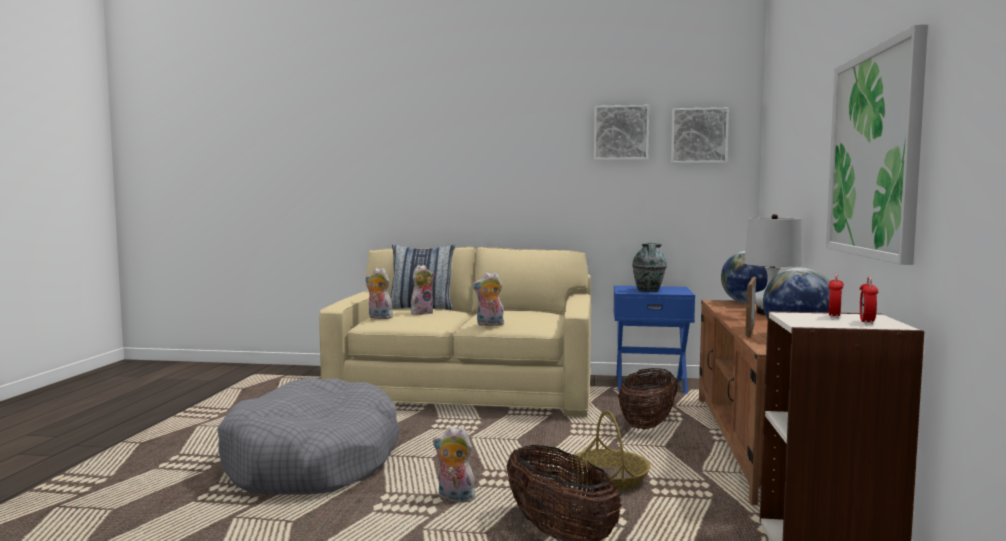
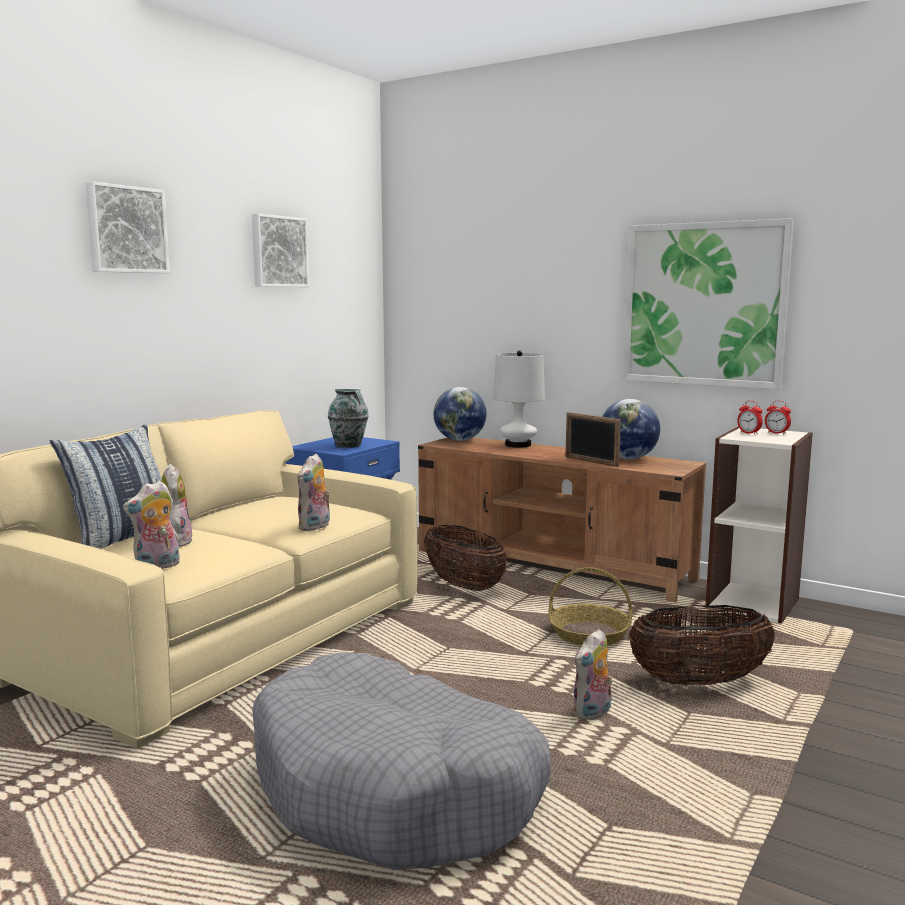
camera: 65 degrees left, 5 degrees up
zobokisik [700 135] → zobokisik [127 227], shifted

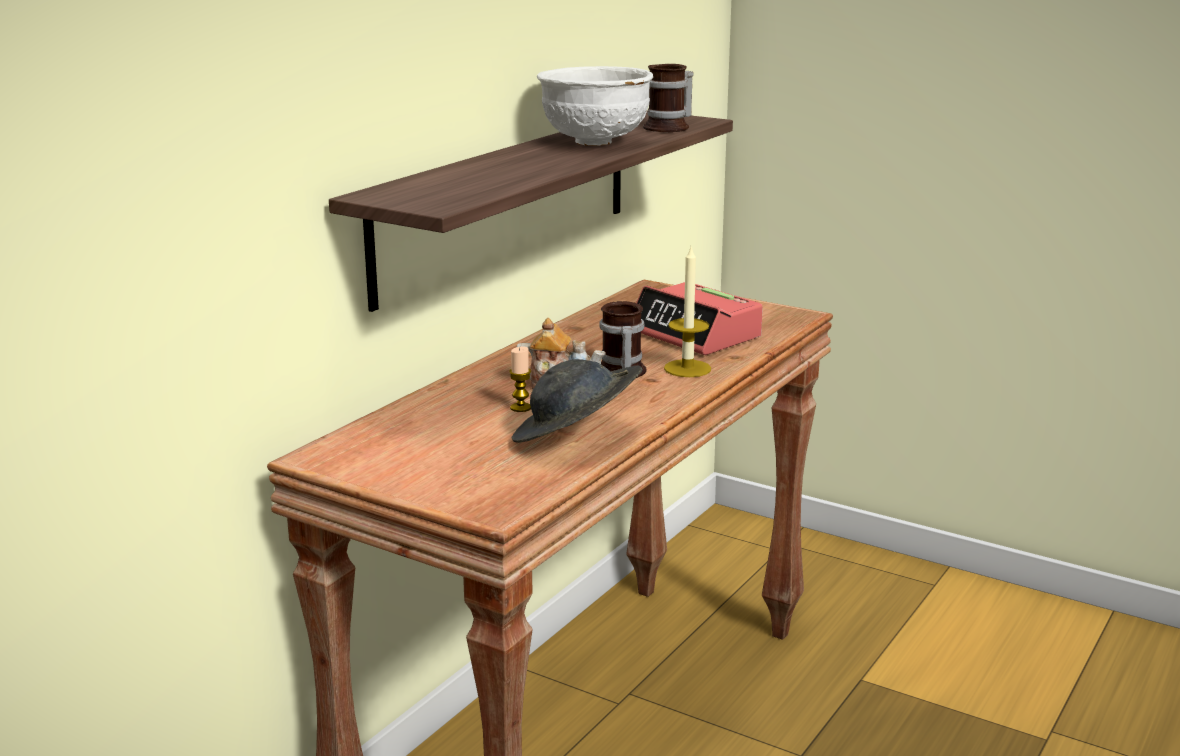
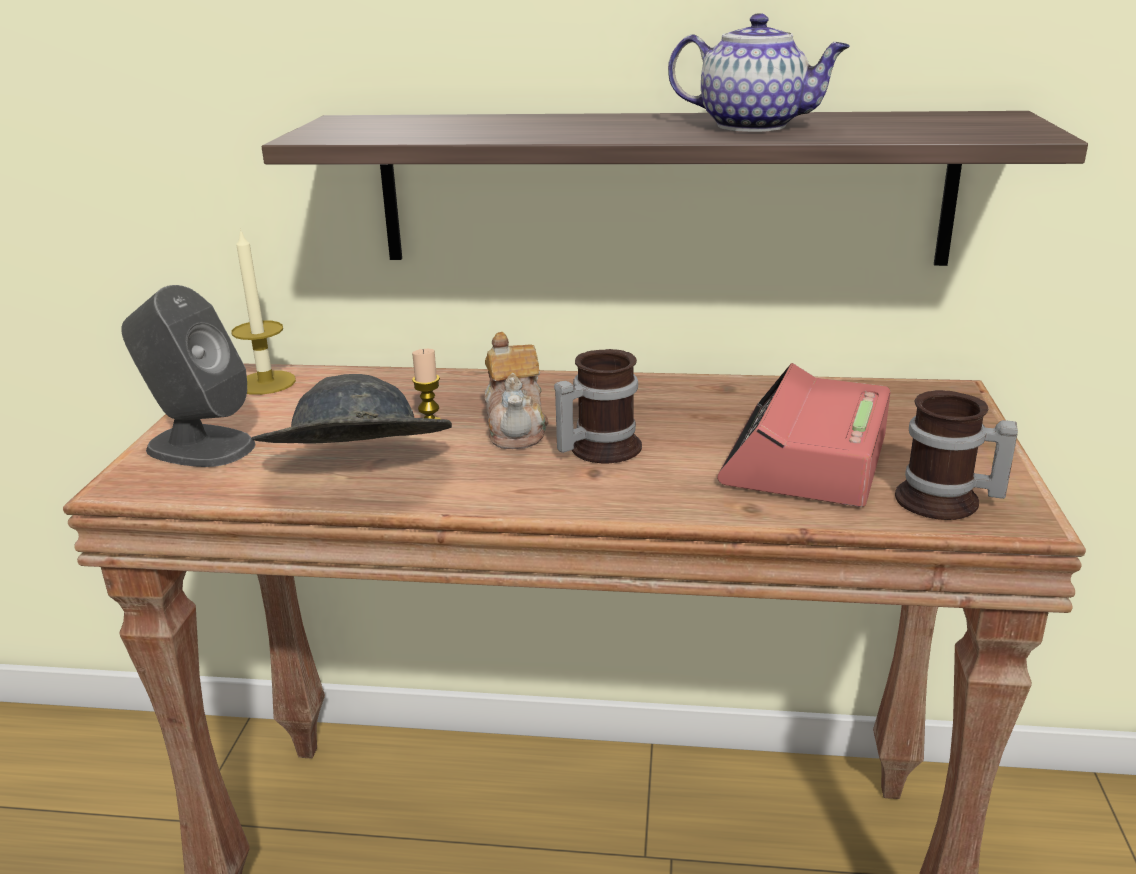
camera: 65 degrees right, 5 degrees up
- → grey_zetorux [188 376]
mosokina [668 98] → mosokina [956 455], shifted
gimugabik [687 312] → gimugabik [263 311], shifted
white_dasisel [595 106] → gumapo [759 72]

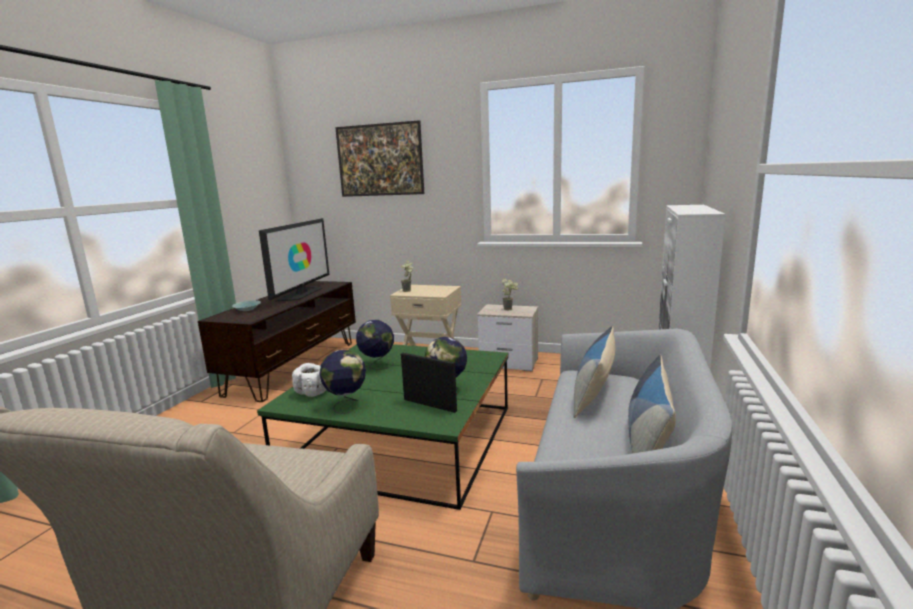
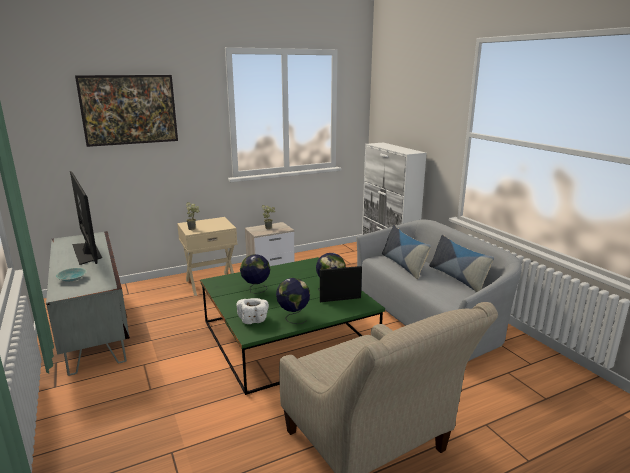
camera: 45 degrees left, 5 degrees up
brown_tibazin [277 341] → grey_tibazin [88 303]

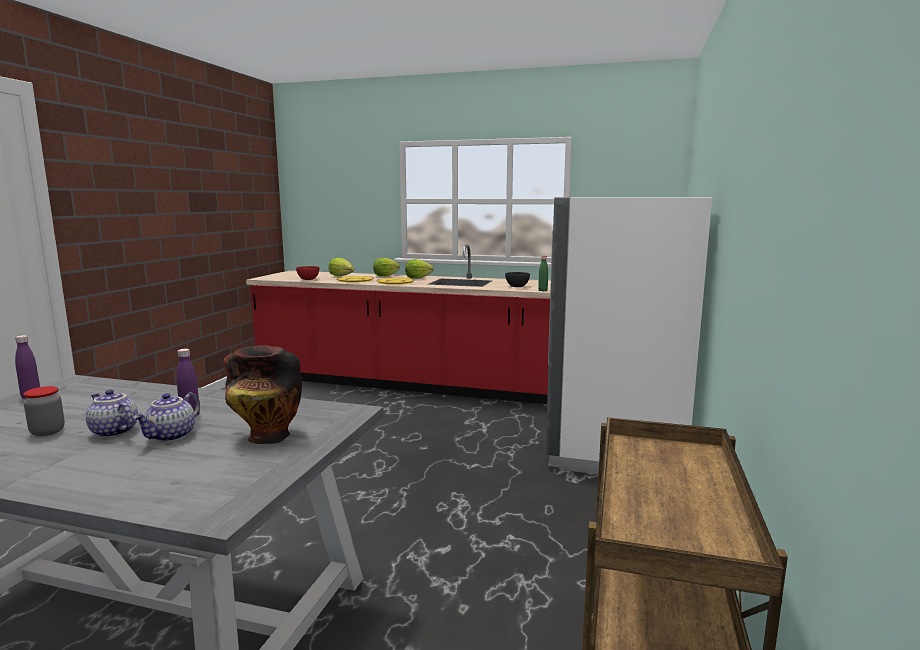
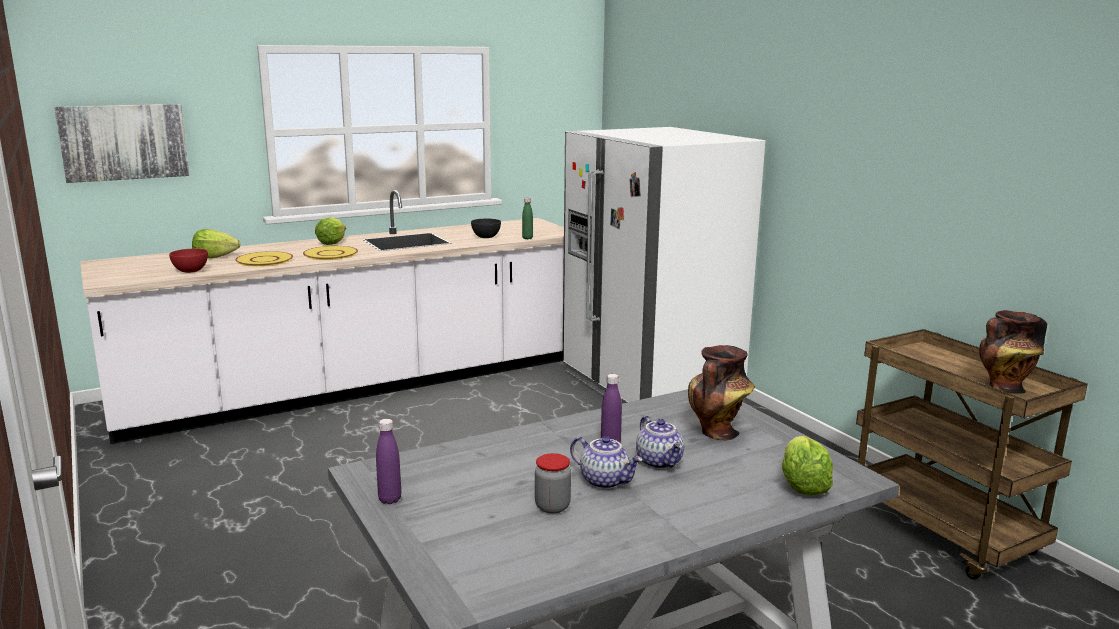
camera: 45 degrees left, 5 degrees up
- → zobokisik [122 143]
- → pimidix [1013 352]
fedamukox [386 267] → fedamukox [807 466], shifted
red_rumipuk [398 324] → white_rumipuk [322 317]
gumapo [112 413] → gumapo [606 462], 135 degrees counterclockwise

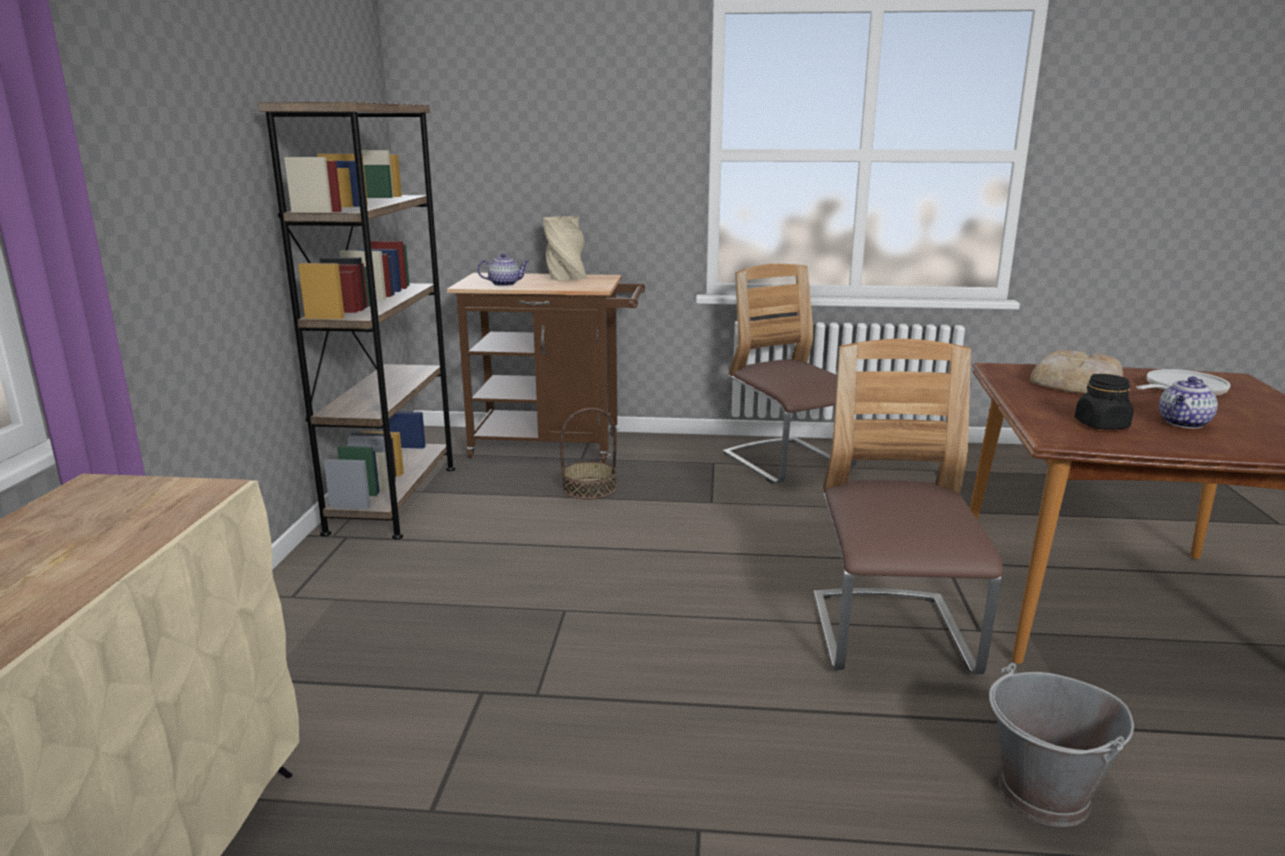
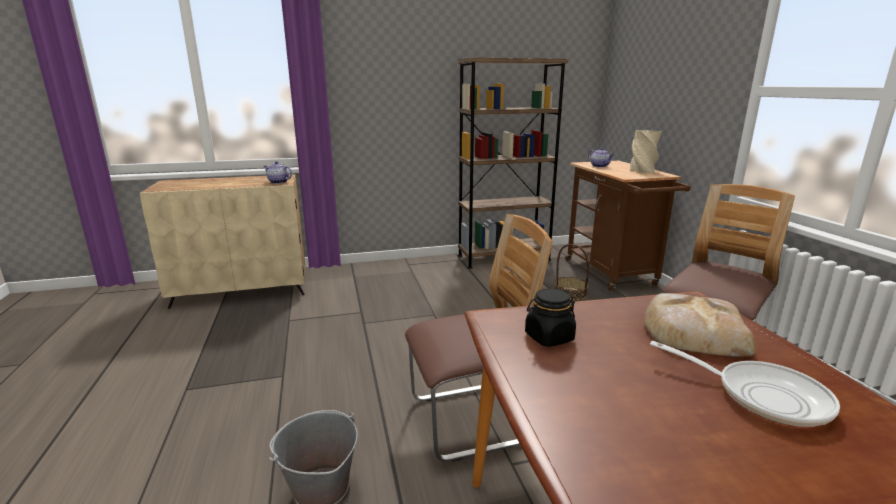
camera: 70 degrees right, 0 degrees up
gumapo [1188 402] → gumapo [277 172], shifted

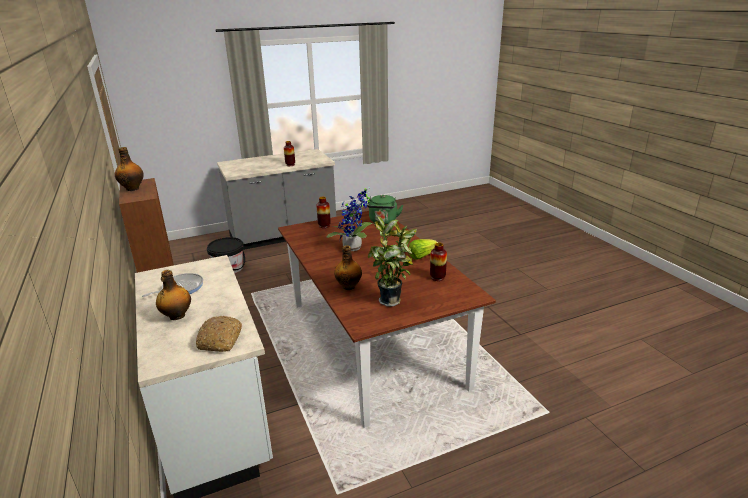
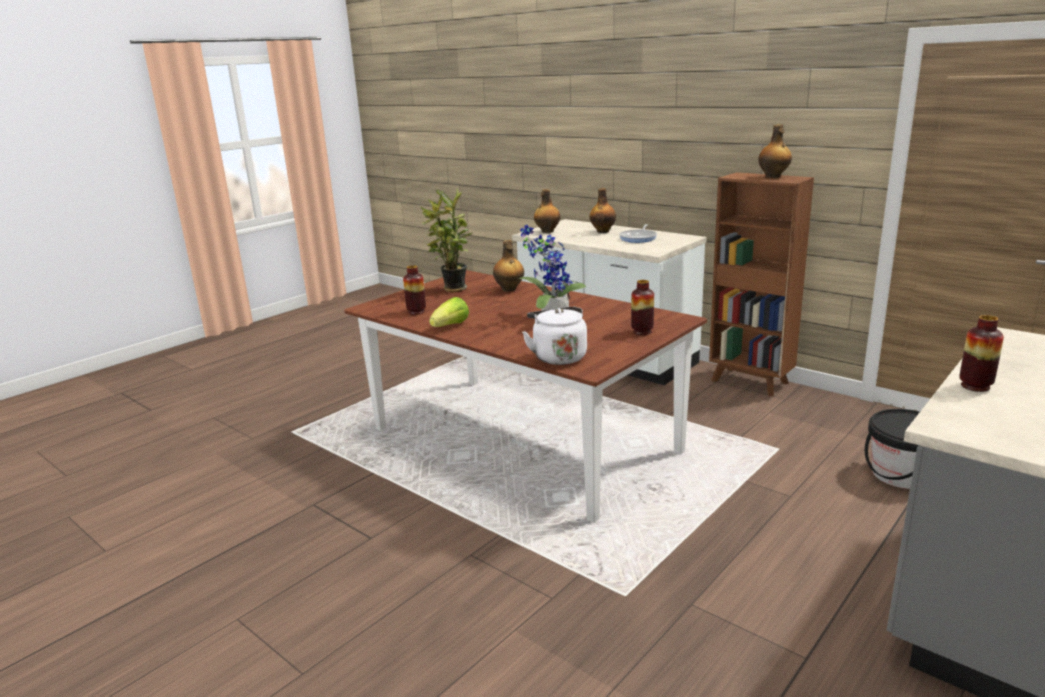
camera: 155 degrees right, 5 degrees down
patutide [219 334] → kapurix [547 211]
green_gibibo [385 209] → white_gibibo [554 336]

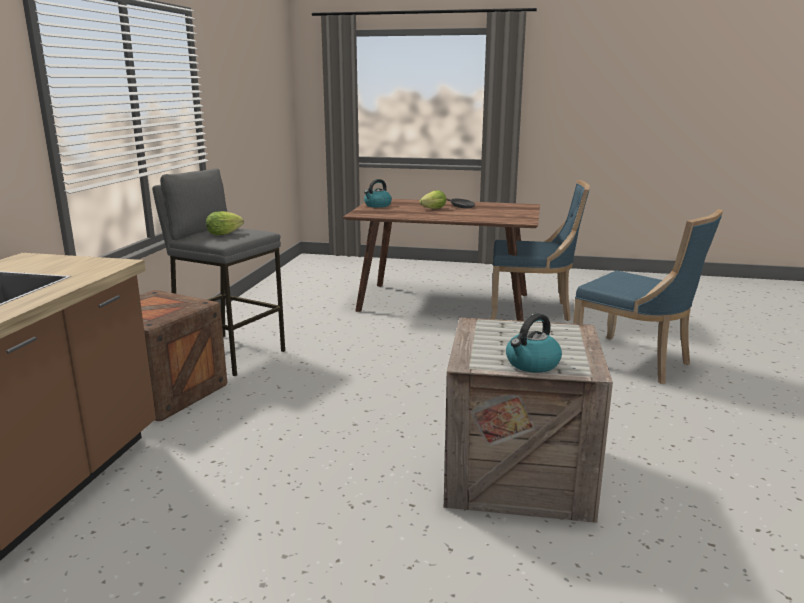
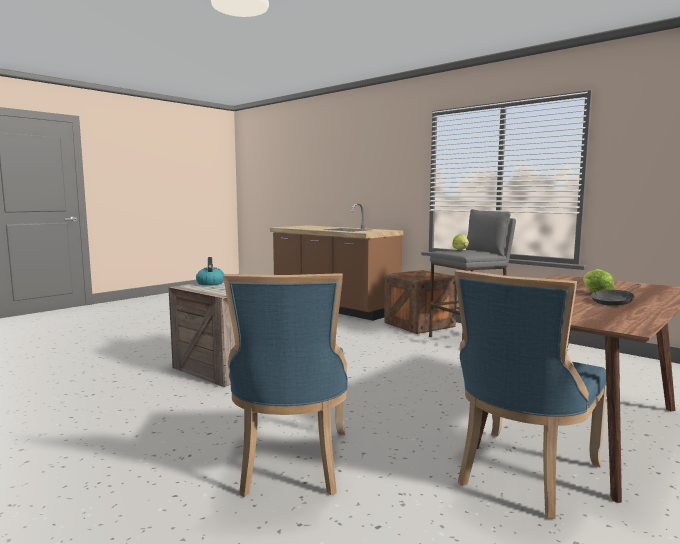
camera: 120 degrees right, 10 degrees down
gibibo [378 193] → -
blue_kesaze [648 296] → blue_kesaze [286 385], 75 degrees counterclockwise

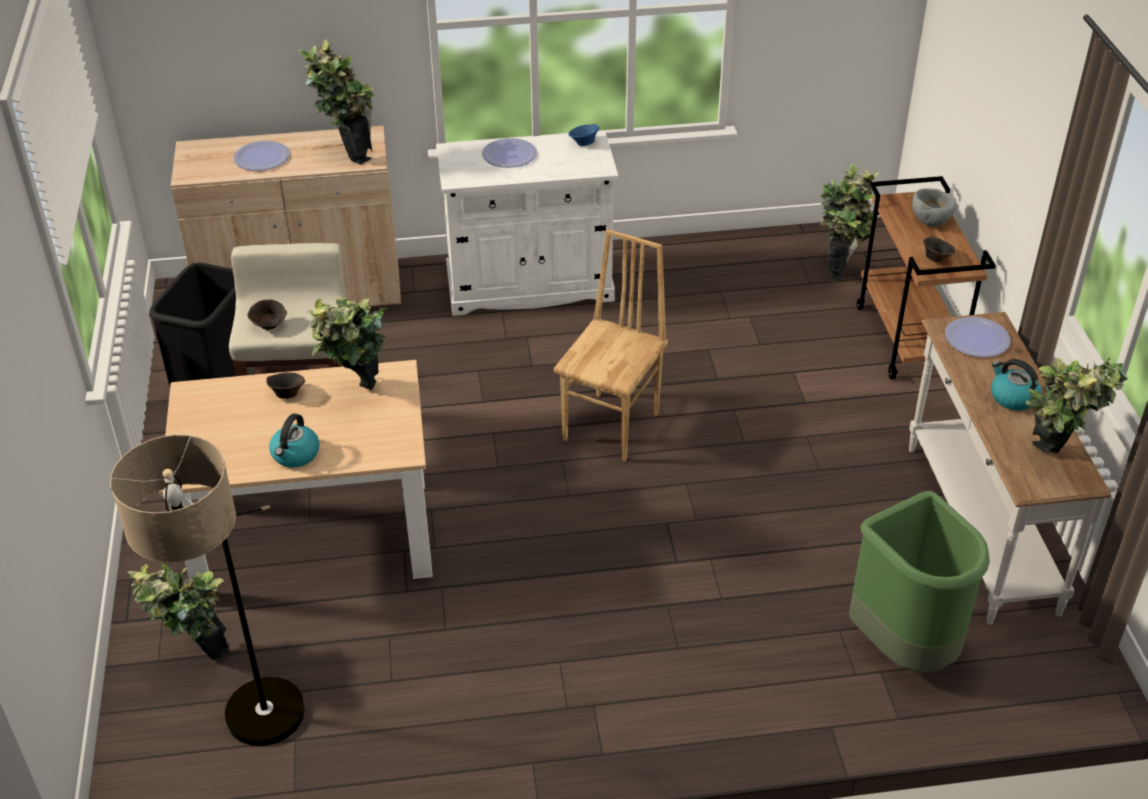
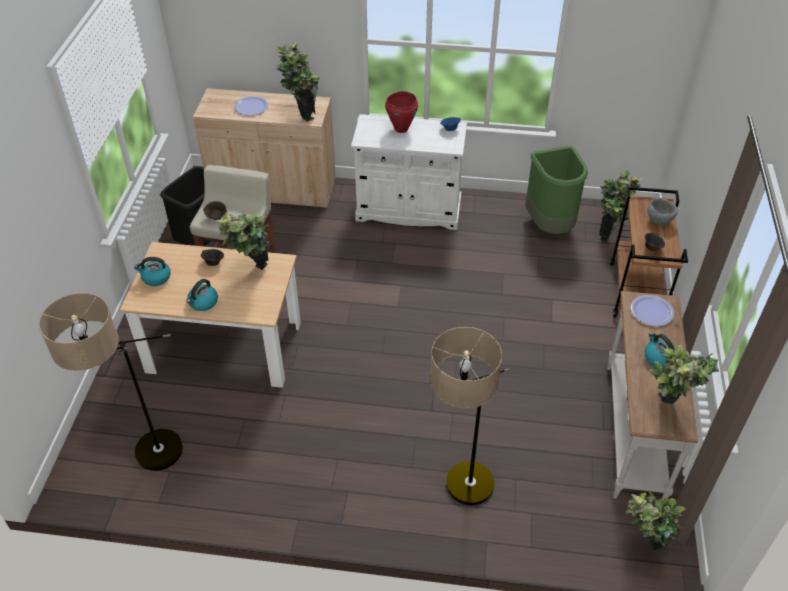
camera: 15 degrees right, 5 degrees up
brown_kesaze [611 345] → -
- → gibibo [152 271]
- → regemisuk [469 416]
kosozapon [178 612] → kosozapon [655 520], shifted
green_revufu [919 581] → green_revufu [556 190], shifted
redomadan [509 153] → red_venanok [401 112]

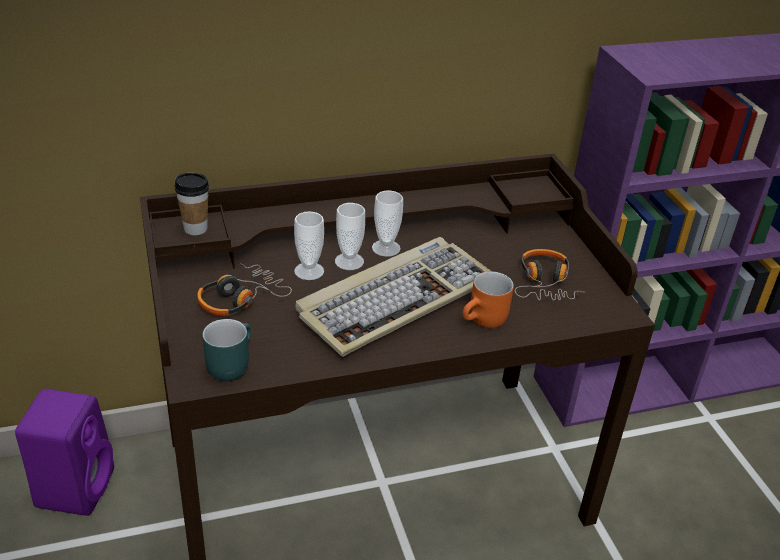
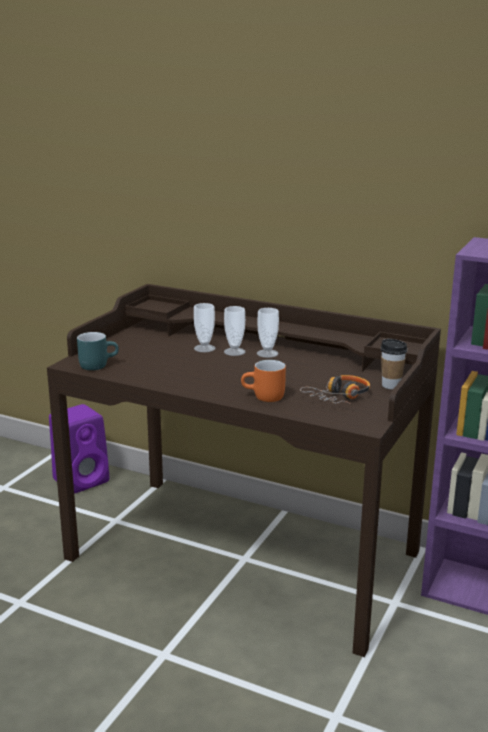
camera: 45 degrees right, 15 degrees down
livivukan [244 289] → -
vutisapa [393 297] → -
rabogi [191 204] → rabogi [394 364], shifted

